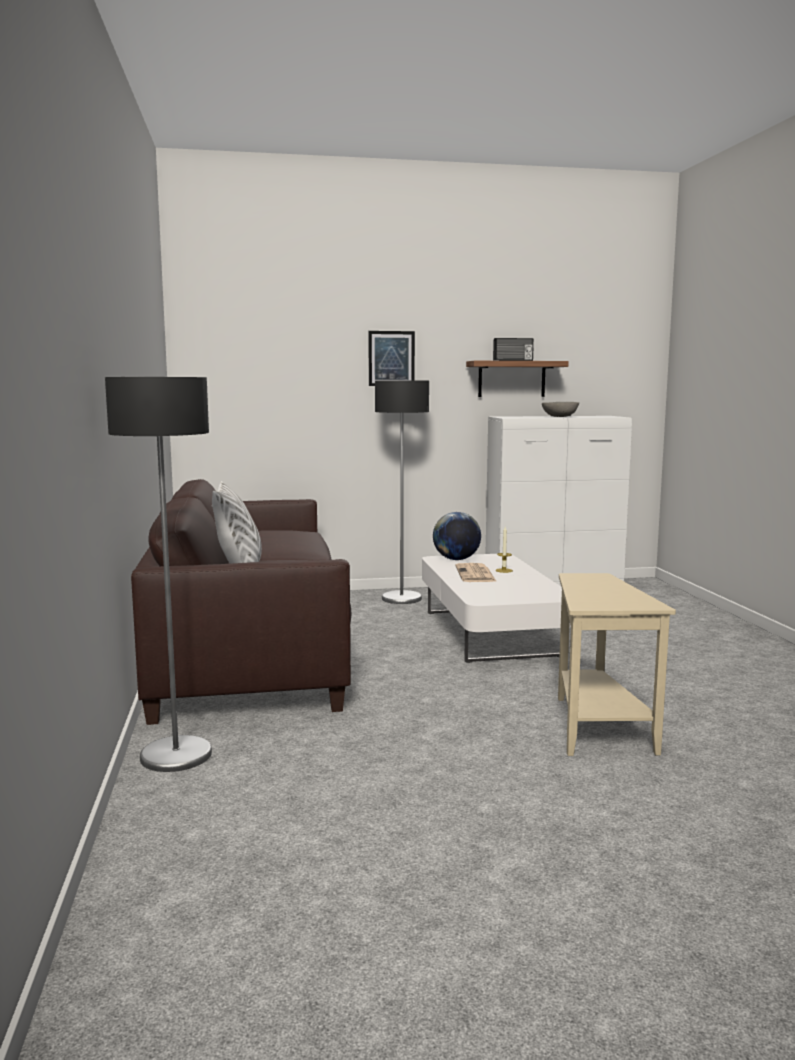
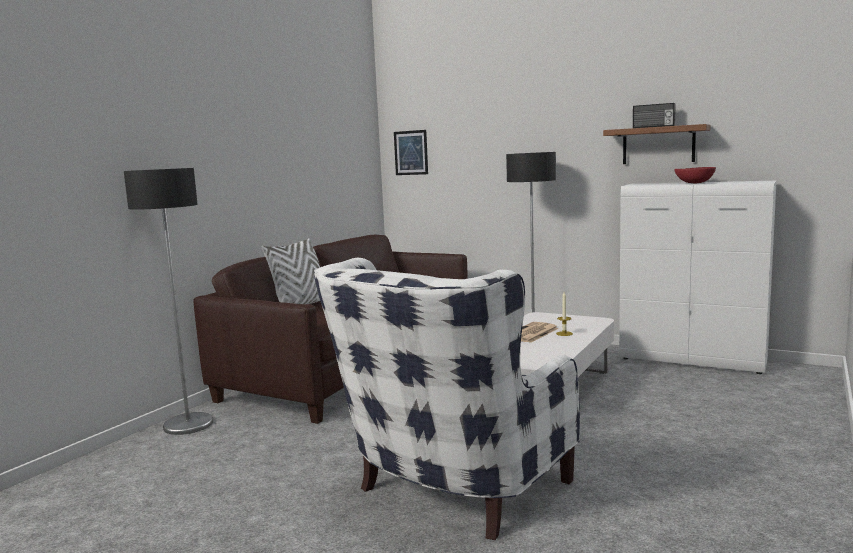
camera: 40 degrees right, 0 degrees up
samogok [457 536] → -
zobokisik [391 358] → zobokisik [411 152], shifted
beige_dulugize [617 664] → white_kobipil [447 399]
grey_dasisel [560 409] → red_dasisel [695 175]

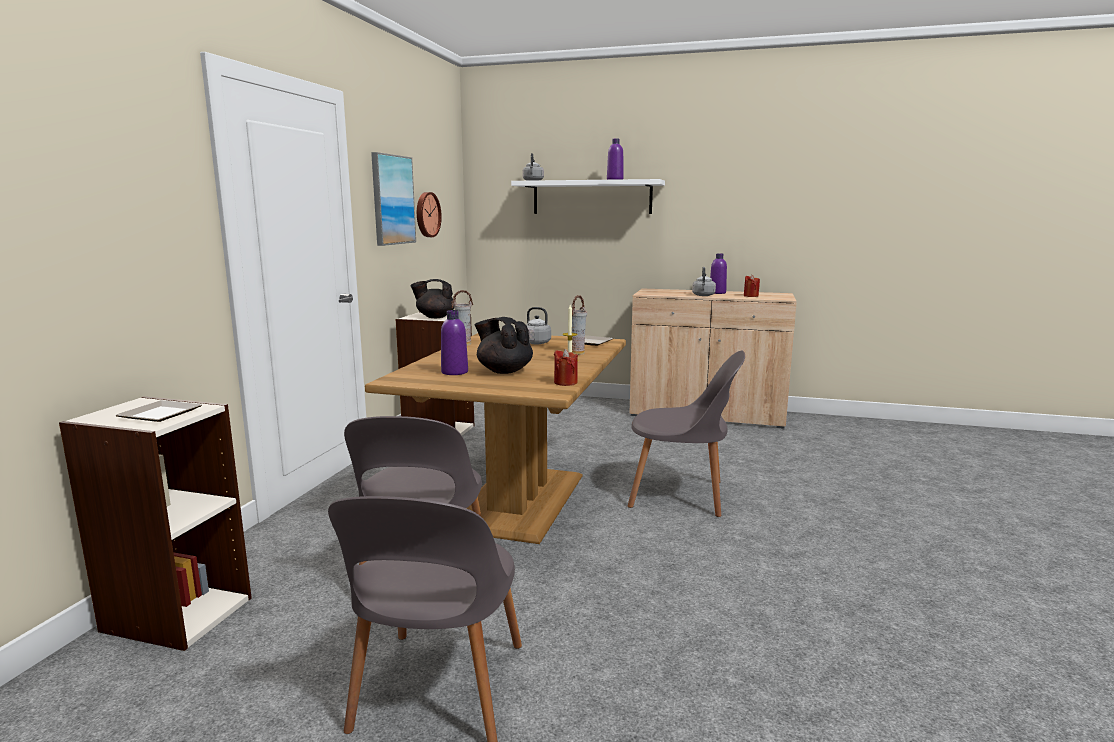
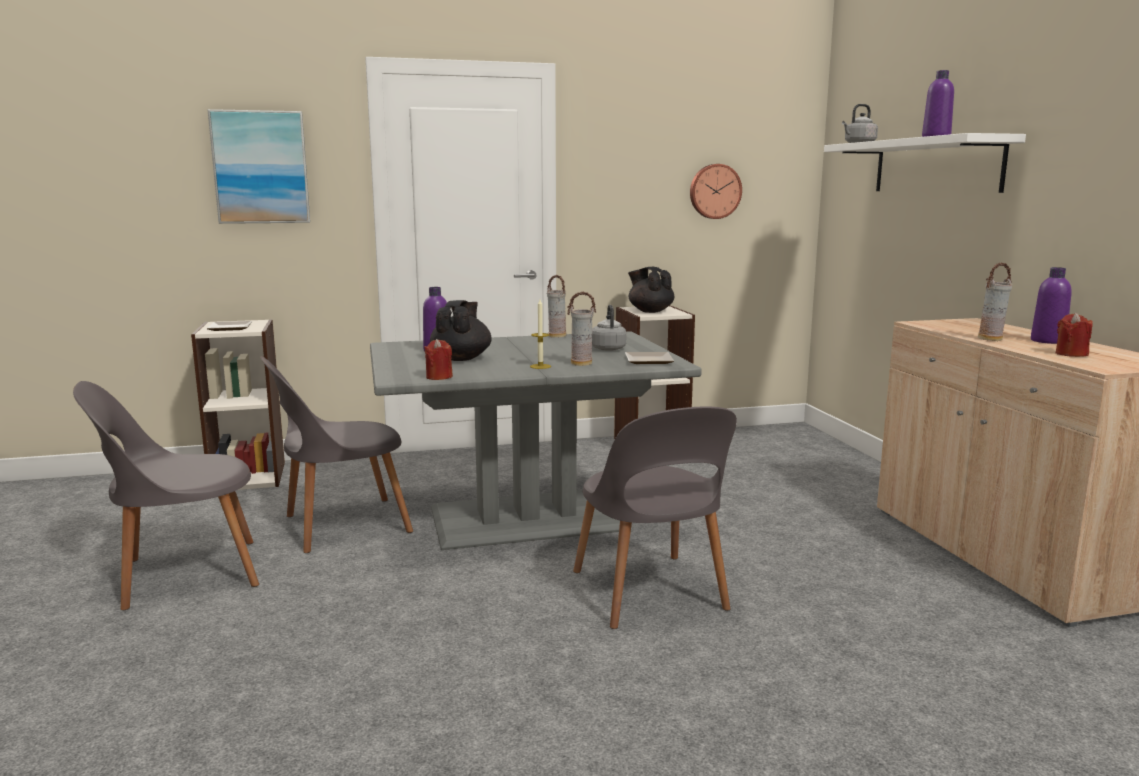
camera: 60 degrees right, 0 degrees up
zobokisik [393 199] → zobokisik [258 166], shifted
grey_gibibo [704 281] → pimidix [995 301]
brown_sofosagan [495 438] → grey_sofosagan [536 440]

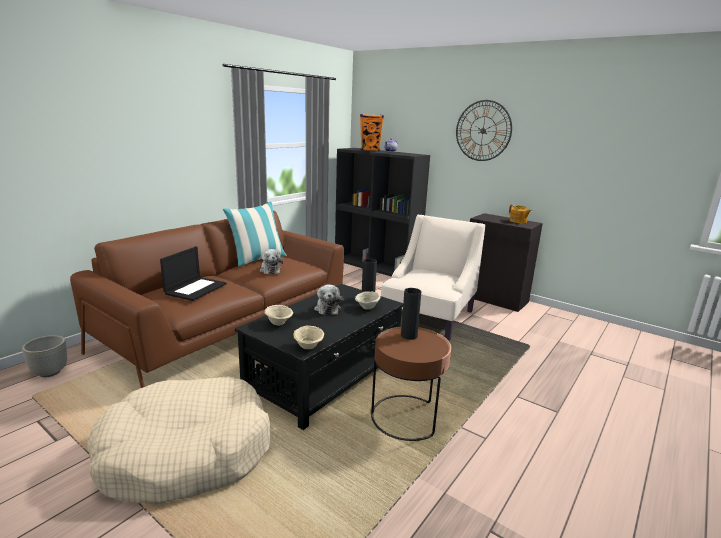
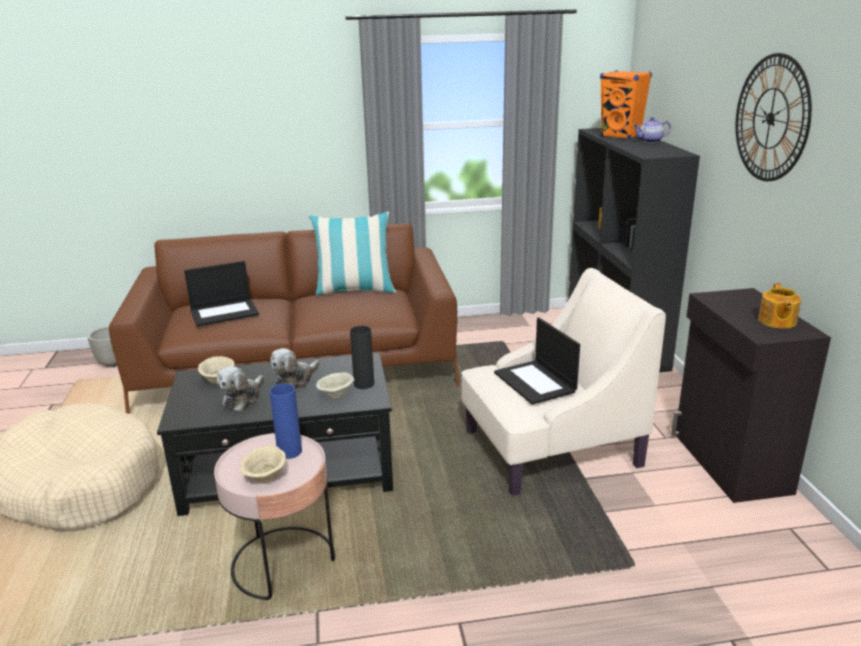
camera: 45 degrees right, 5 degrees up
- → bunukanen [537 361]
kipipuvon [271 261] → kipipuvon [240 388], shifted
beige_dasisel [308 337] → beige_dasisel [263 464], shifted
brown_dulugize [411 384] → pink_dulugize [274 516]
black_pimidix [411 314] → blue_pimidix [286 421]

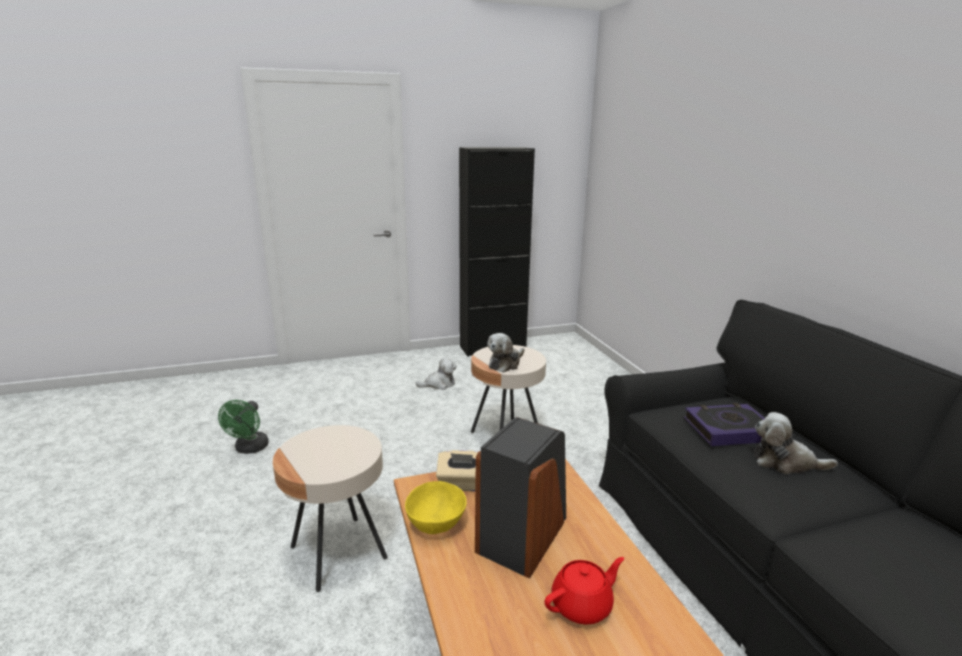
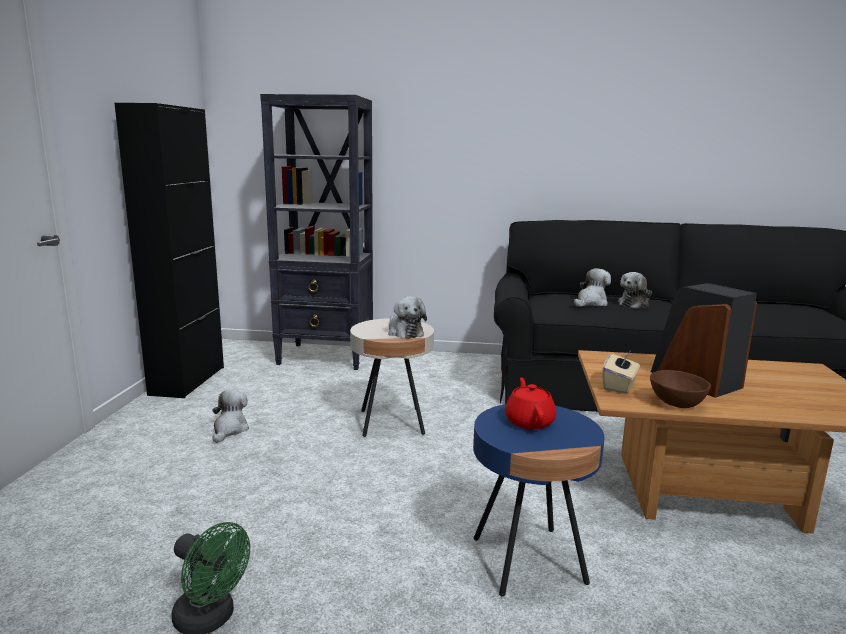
camera: 65 degrees left, 5 degrees down
- → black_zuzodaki [316 232]
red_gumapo [584 591] → red_gumapo [530 403], shifted
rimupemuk [724 424] → kipipuvon [592 287]
beige_dulugize [330 508] → blue_dulugize [539 500]
yellow_dasisel [436 507] → brown_dasisel [680 389]

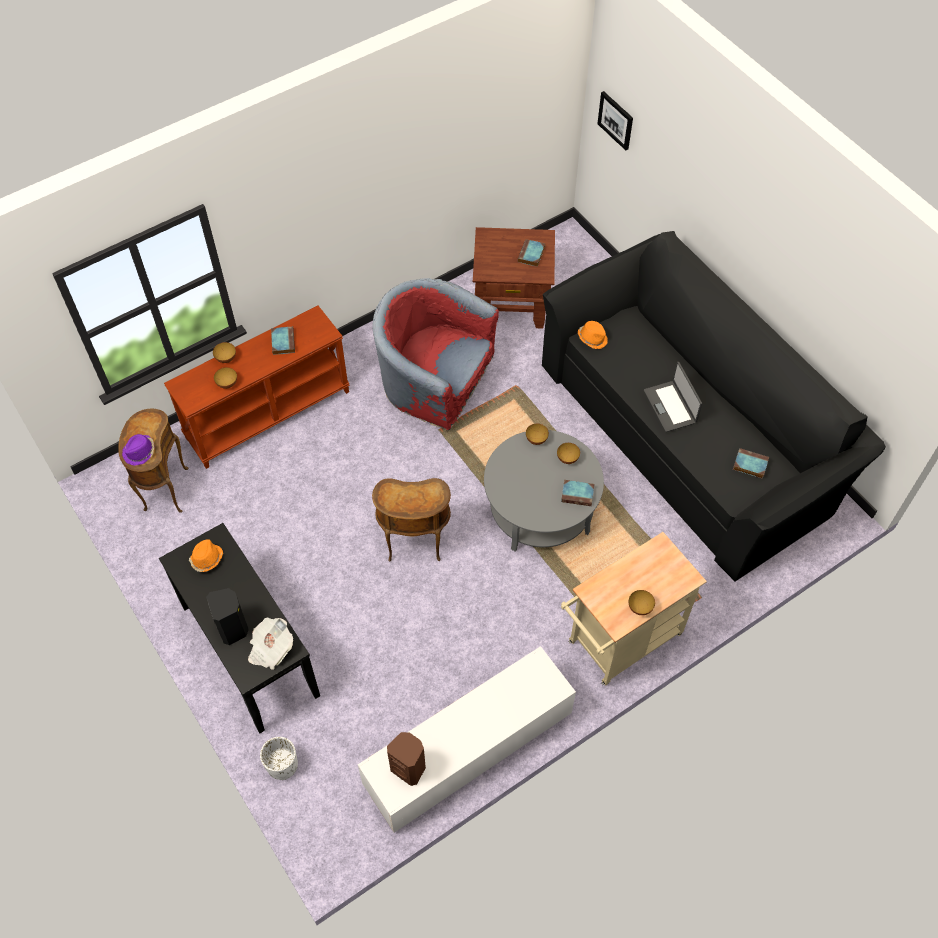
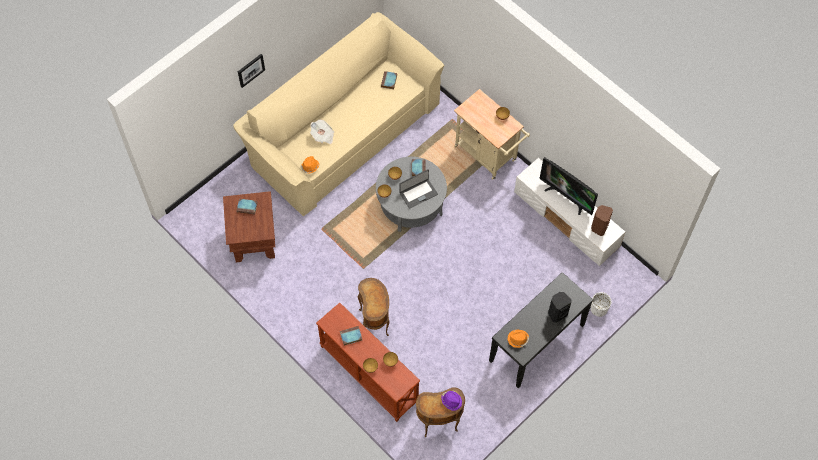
camera: 100 degrees left, 5 degrees up
red_kobipil [435 354] → -
- → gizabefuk [568 186]
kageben [270 643] → kageben [322 132], shifted
brown_dulugize [411 520] → brown_dulugize [374 307], shifted
zobokisik [615 120] → zobokisik [251 71], shifted
bunukanen [673 397] → bunukanen [418 189], shifted
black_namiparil [714 406] → beige_namiparil [338 114]

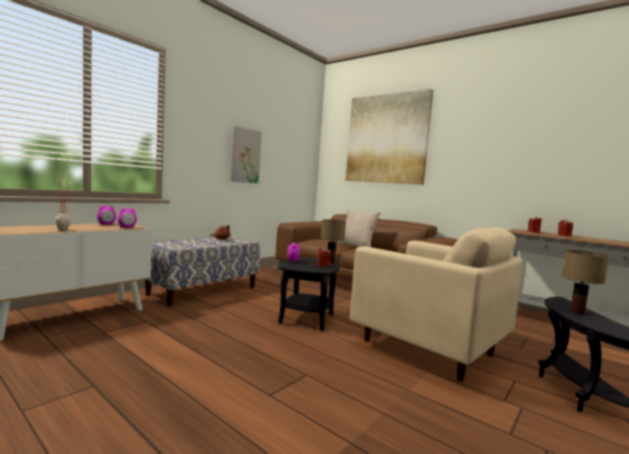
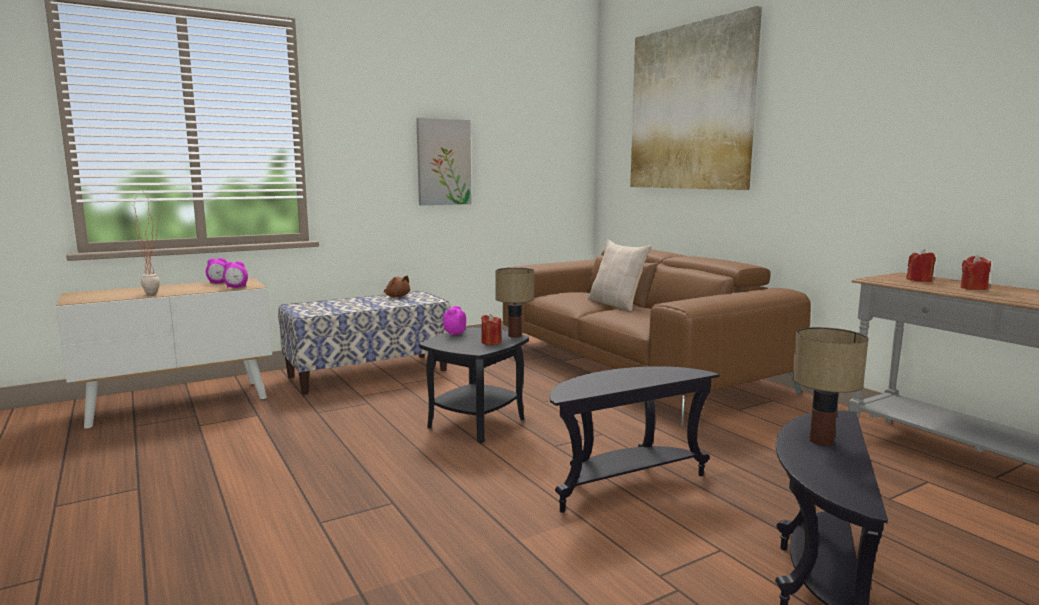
camera: 20 degrees right, 5 degrees up
beige_kobipil [436 304] → black_dulugize [635 439]

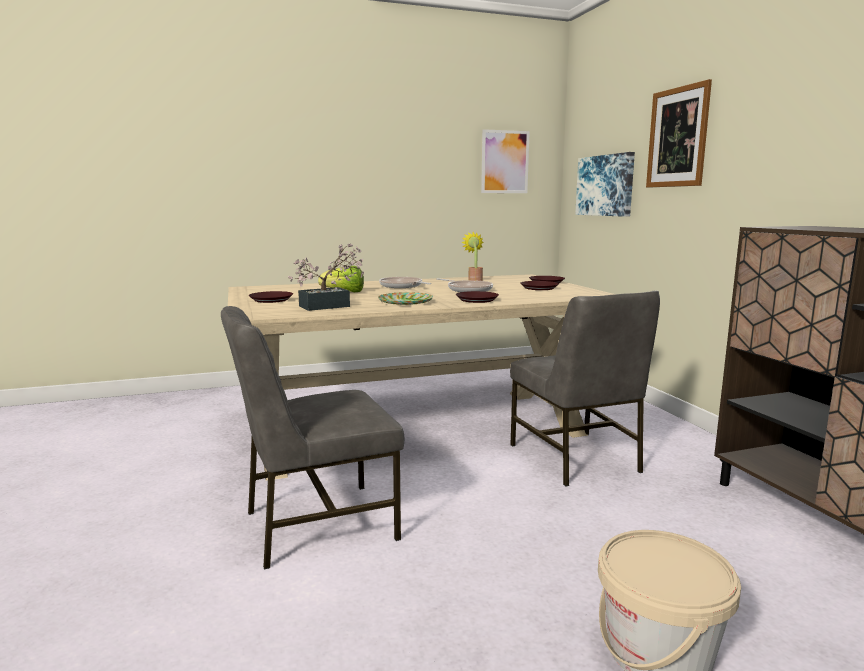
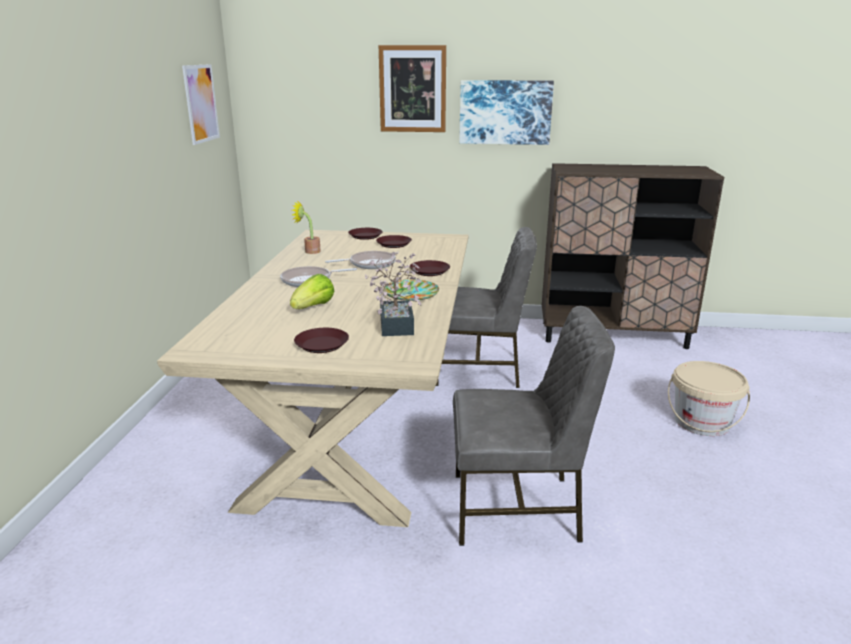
camera: 65 degrees left, 10 degrees up
zobokisik [605 184] → zobokisik [506 112], shifted
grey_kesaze [313 438] → grey_kesaze [534 426], 90 degrees counterclockwise

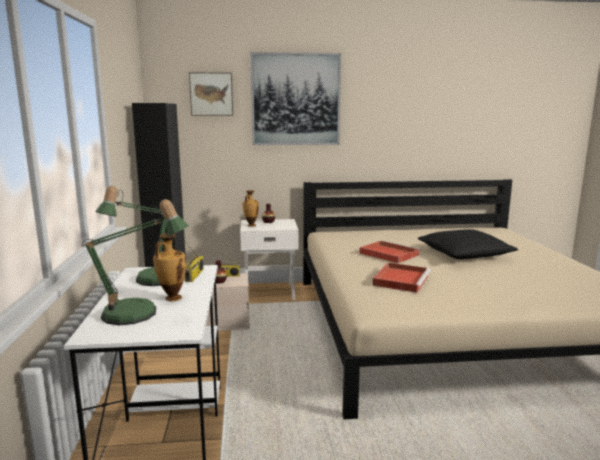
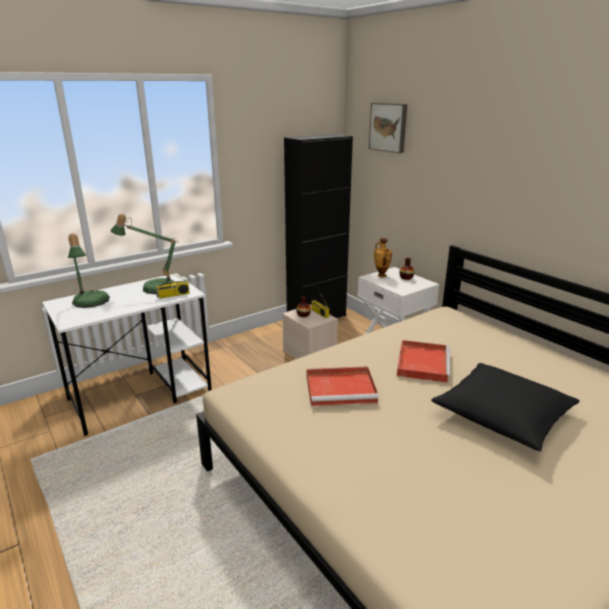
camera: 60 degrees right, 10 degrees up
pimidix [169 267] → -
zobokisik [295 98] → -

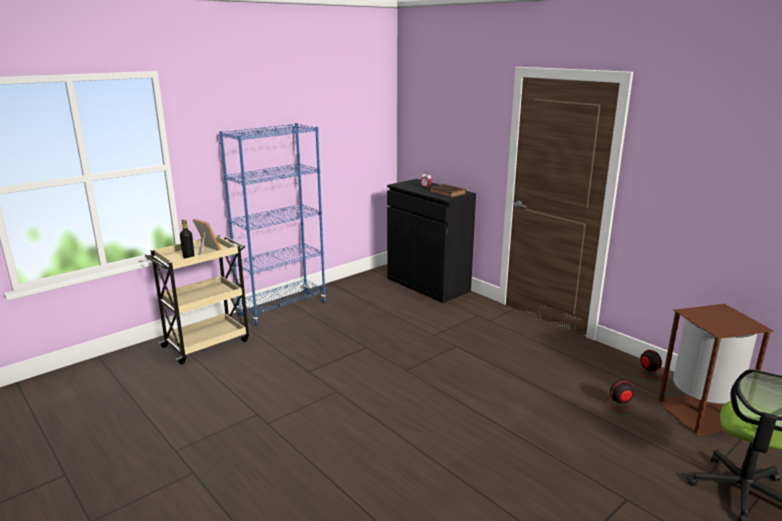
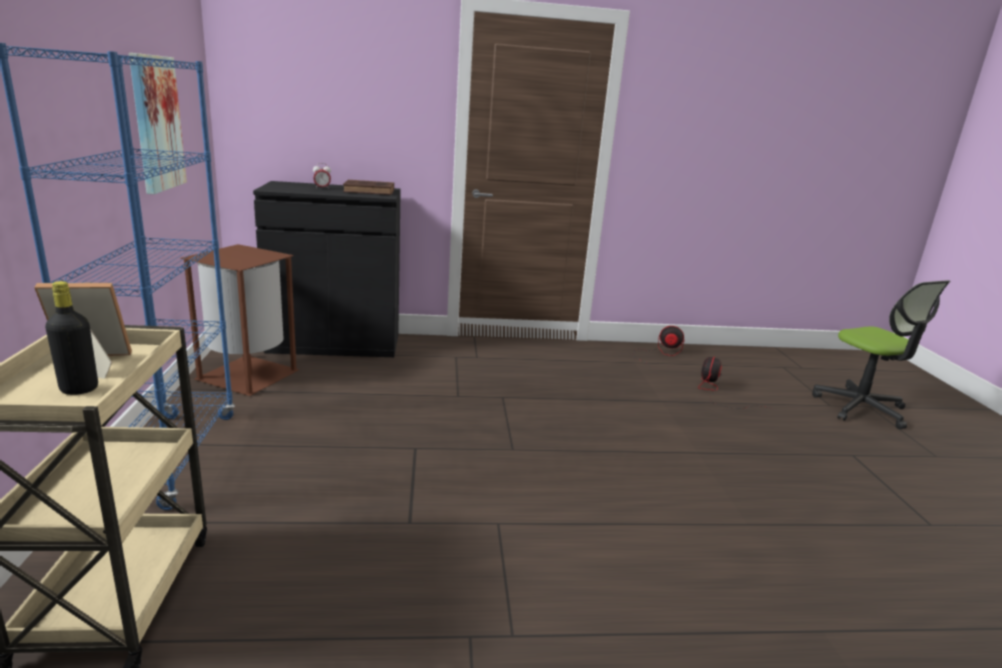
camera: 55 degrees left, 0 degrees up
- → zobokisik [158 123]
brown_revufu [714 370] → brown_revufu [239 320], shifted

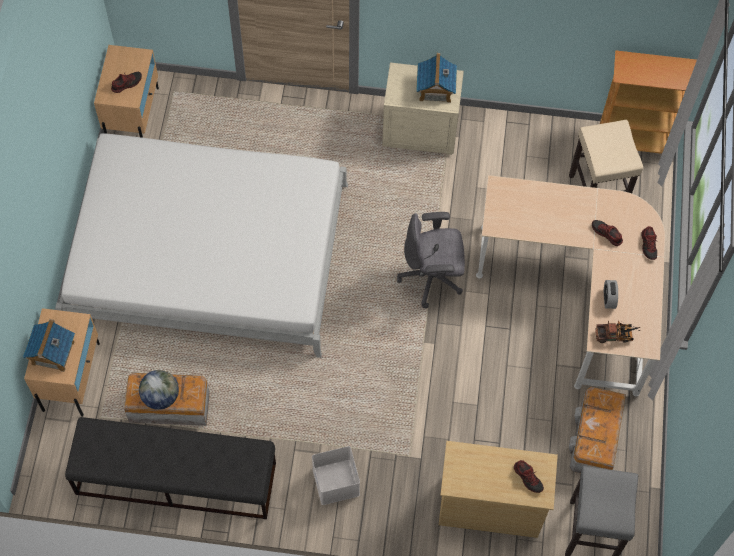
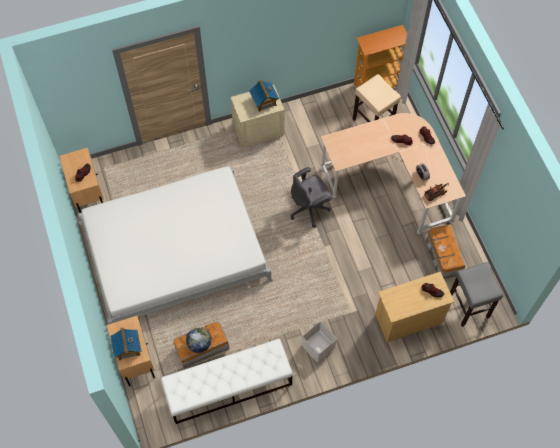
camera: 25 degrees left, 0 degrees up
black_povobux [170 468] → white_povobux [227 381]

